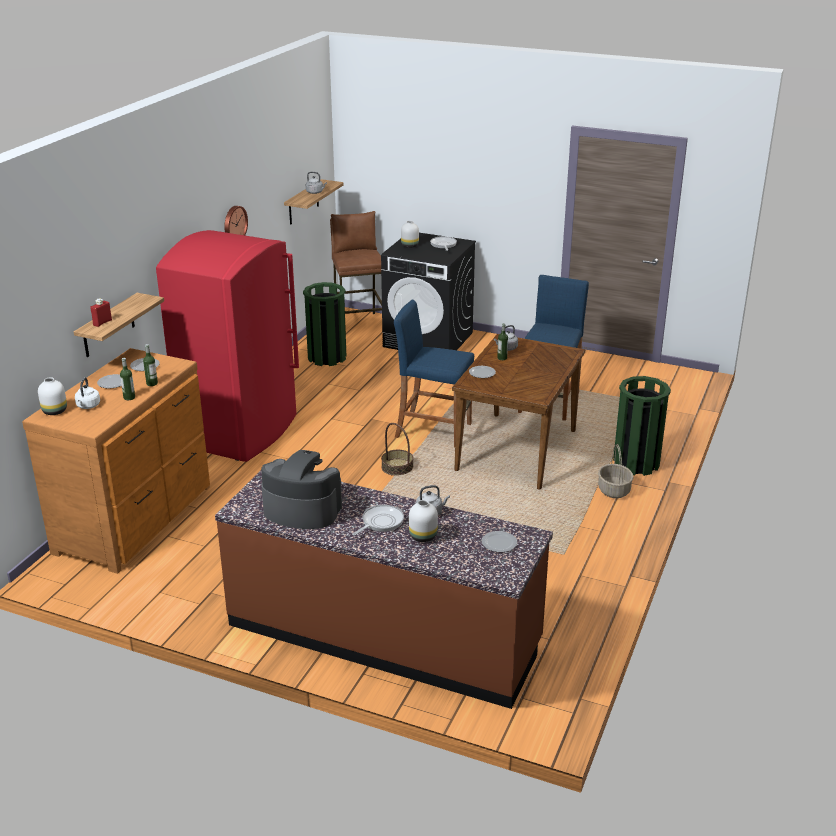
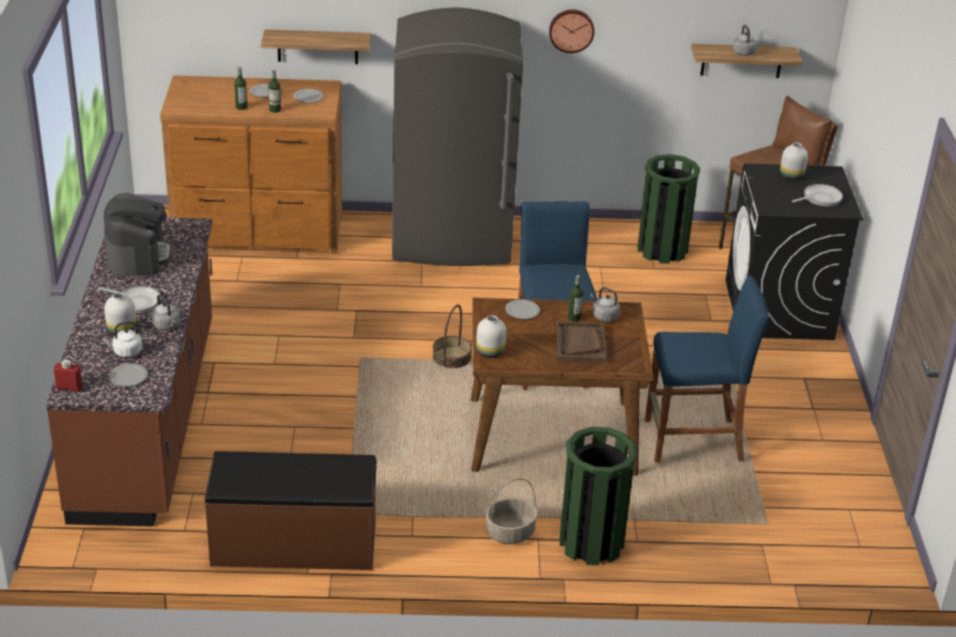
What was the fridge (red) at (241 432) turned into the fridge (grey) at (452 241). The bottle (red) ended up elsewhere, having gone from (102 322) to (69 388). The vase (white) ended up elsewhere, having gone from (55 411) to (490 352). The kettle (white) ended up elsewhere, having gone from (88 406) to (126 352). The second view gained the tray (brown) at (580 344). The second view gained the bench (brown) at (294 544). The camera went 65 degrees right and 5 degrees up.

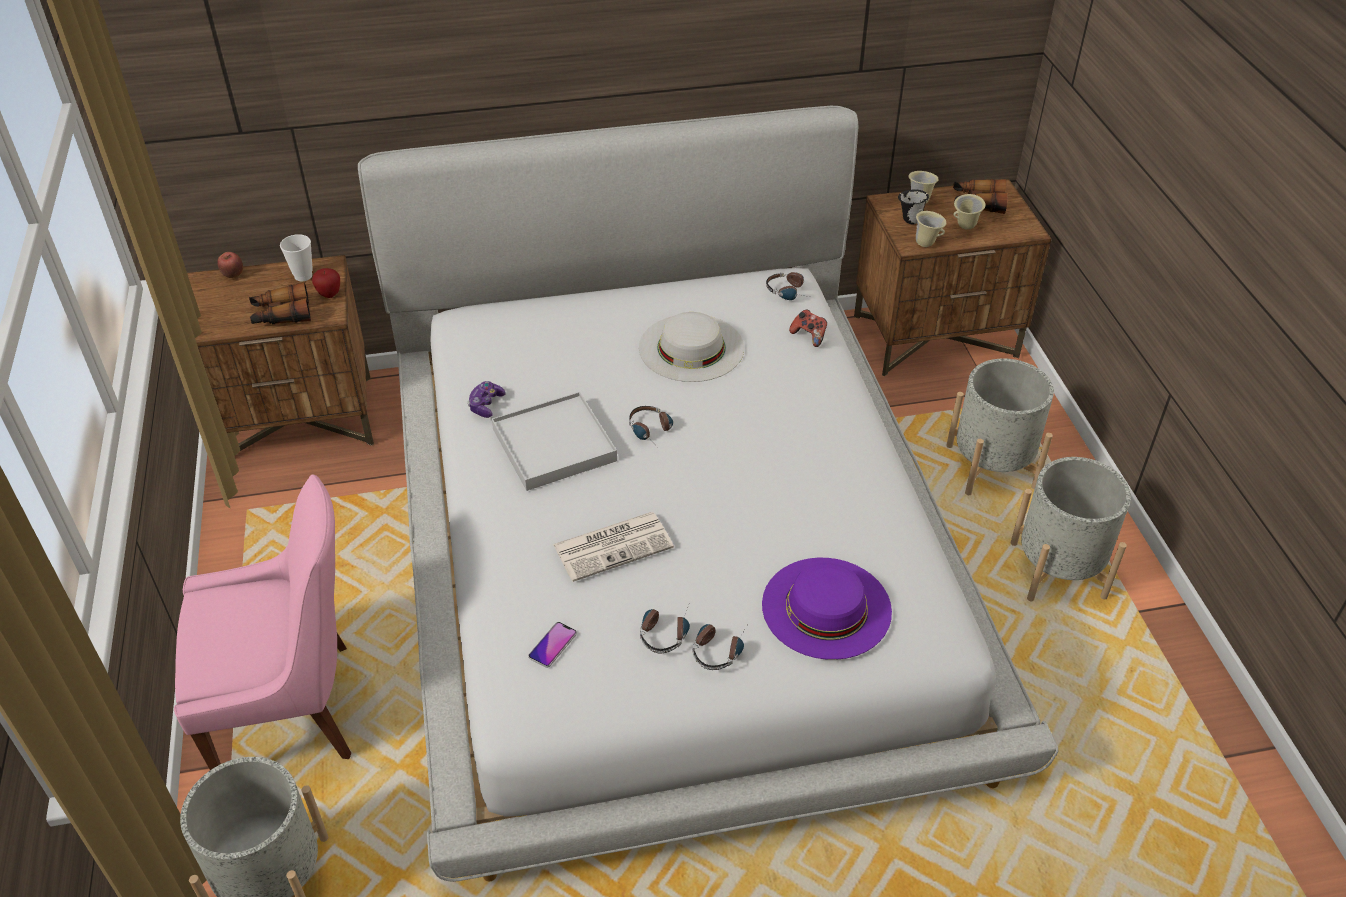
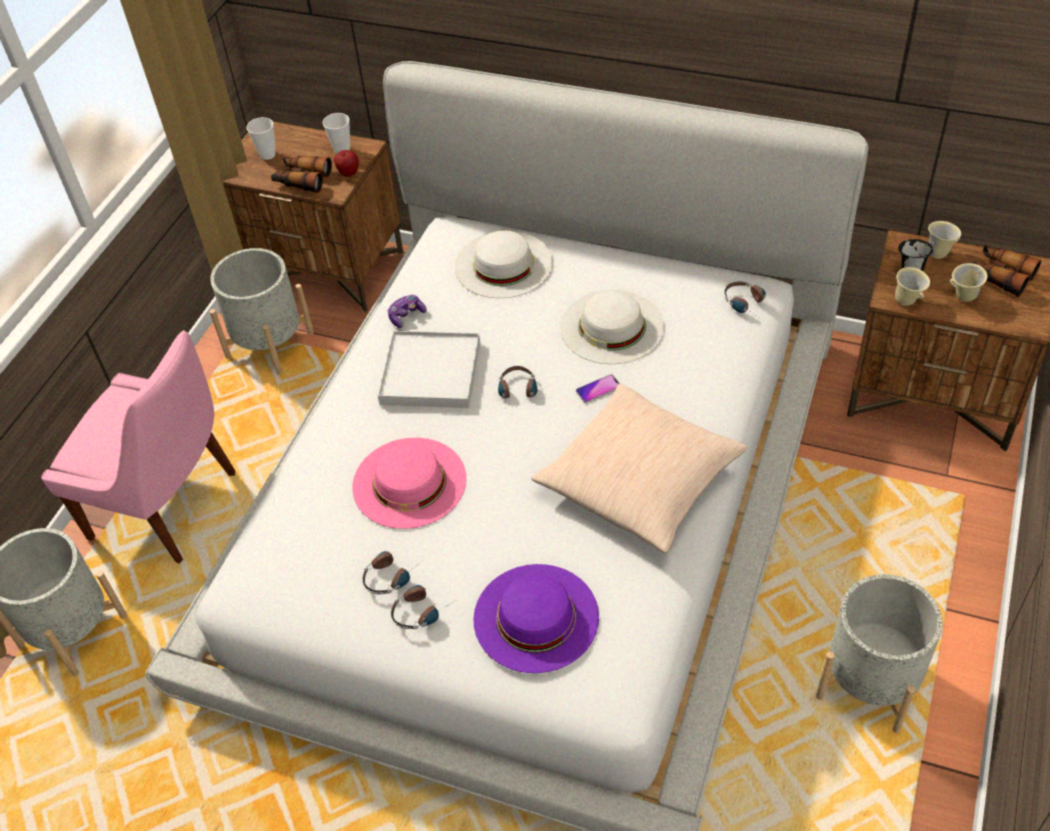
The second view lost the apple at (233 275). The second view lost the game controller at (809 336). The planter (grey) ended up elsewhere, having gone from (990 467) to (270 345). Where the newspaper stood at (614 545), the hat (pink) came to stand at (409 482). The phone ended up elsewhere, having gone from (553 645) to (598 389). The second view gained the cup at (267 154). The second view gained the hat (white) at (503 264). The second view gained the pillow (beige) at (640 480). The camera went 35 degrees right and 5 degrees up.

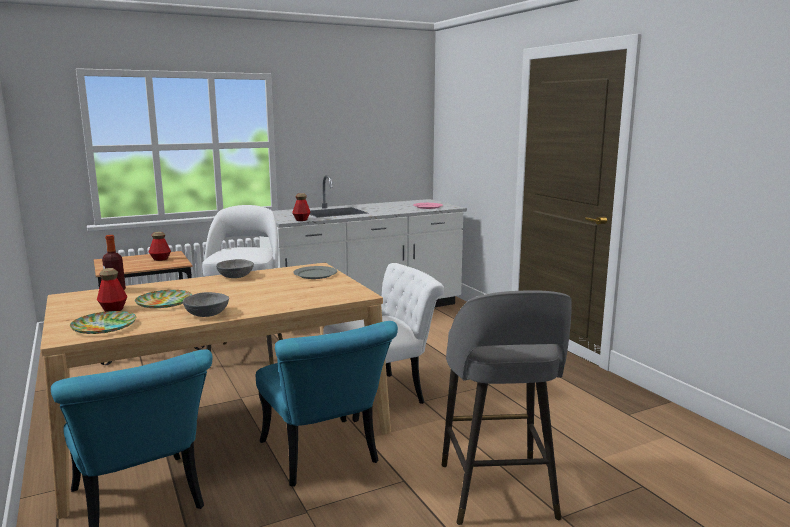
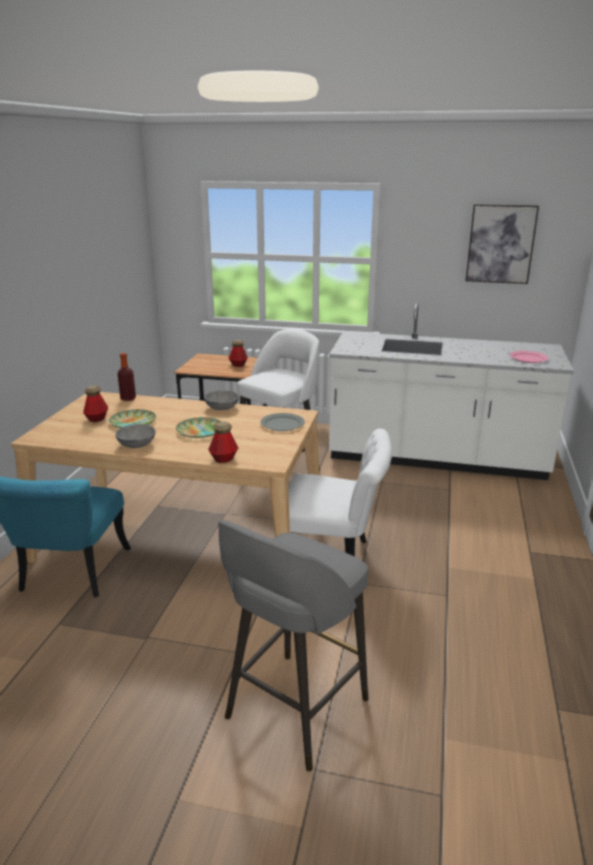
The bottle ended up elsewhere, having gone from (301 220) to (223 459). The plate ended up elsewhere, having gone from (105 326) to (200 431). The second view lost the chair (turquoise) at (324 458). The second view gained the picture at (500 244). The camera went 40 degrees right and 10 degrees up.

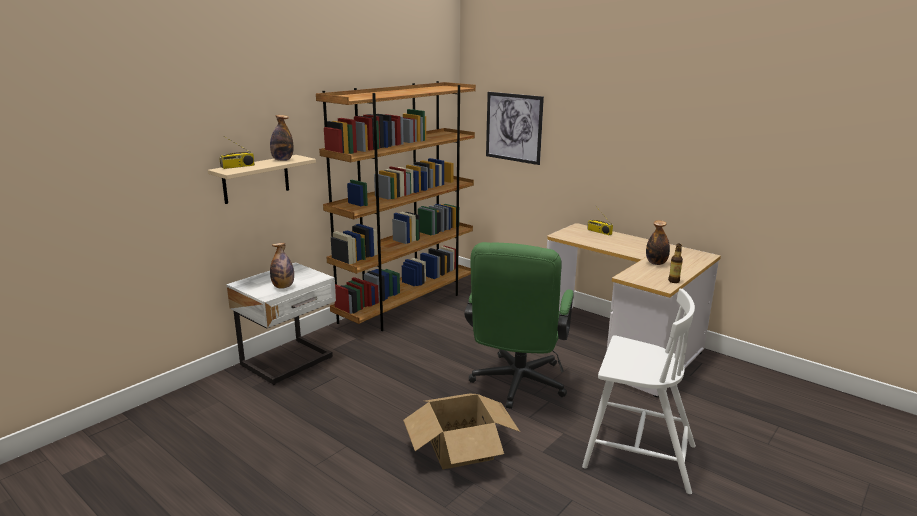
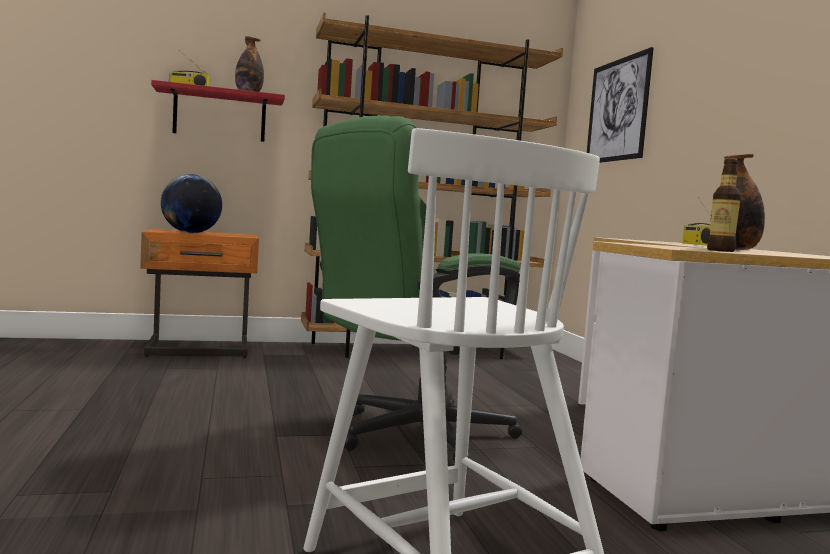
What was the shelf (beige) at (256 179) turned into the shelf (red) at (220 115). Where the bottle stood at (283 287), the globe came to stand at (190 233). What was the nightstand (white) at (289 362) turned into the nightstand (orange) at (199 350). The second view lost the cardboard box at (460 447). The camera went 35 degrees right and 15 degrees down.

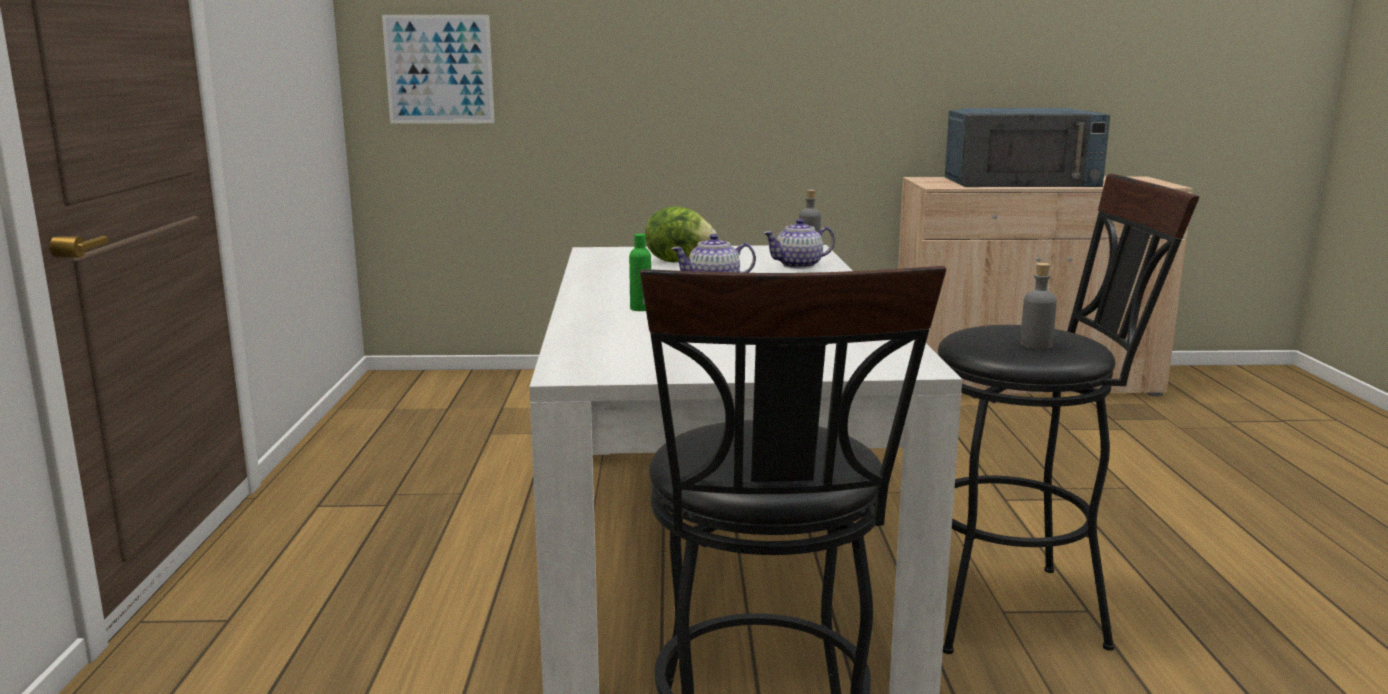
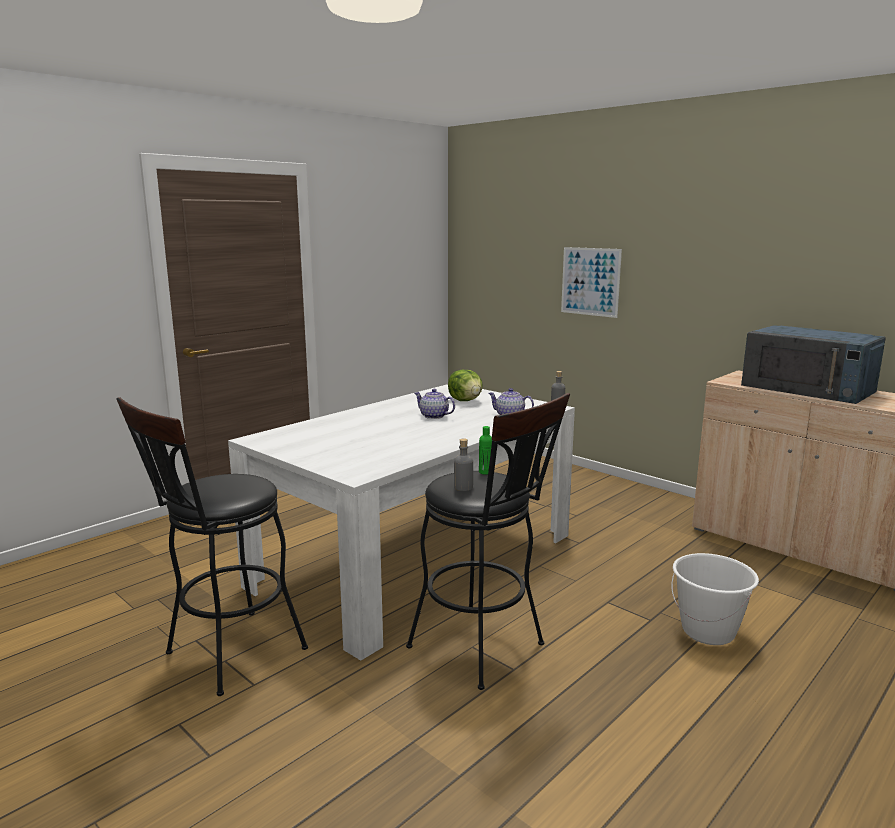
The picture ended up elsewhere, having gone from (439 69) to (590 281). The bottle (green) ended up elsewhere, having gone from (640 309) to (485 472). The second view gained the bucket (white) at (708 631). The camera went 45 degrees right and 0 degrees up.

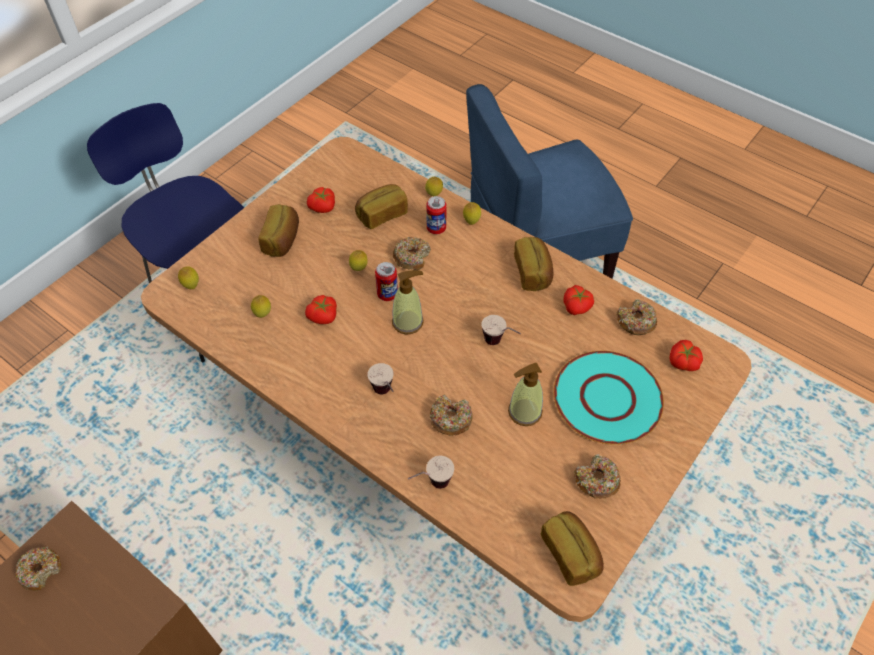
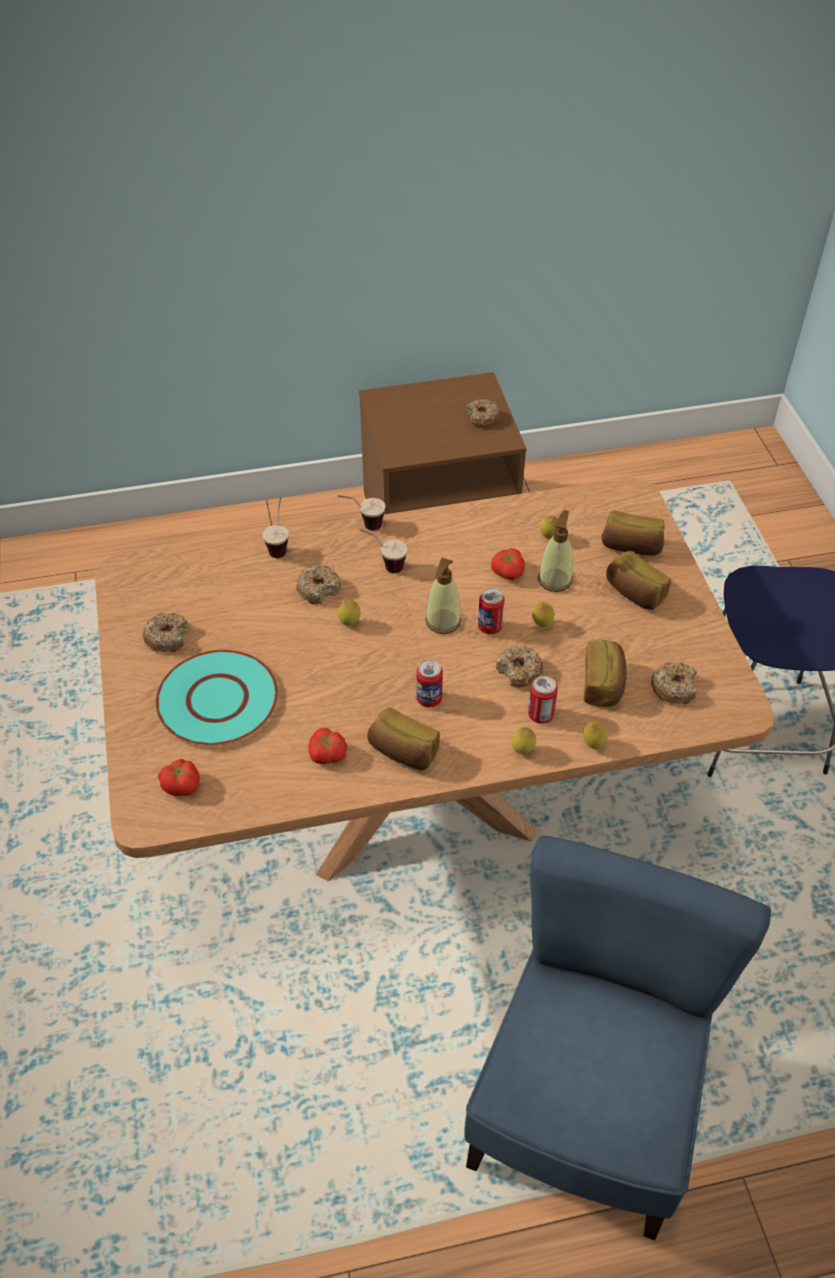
The second view lost the tomato at (323 207). The lemon ended up elsewhere, having gone from (191 286) to (349 623). The donut ended up elsewhere, having gone from (635 322) to (674 688). The cup ended up elsewhere, having gone from (500 344) to (362 525). The soap dispenser ended up elsewhere, having gone from (524 412) to (555 580). The bread ended up elsewhere, having gone from (571 553) to (631 547). The second view gained the can at (429 699). The camera went 130 degrees right and 5 degrees down.

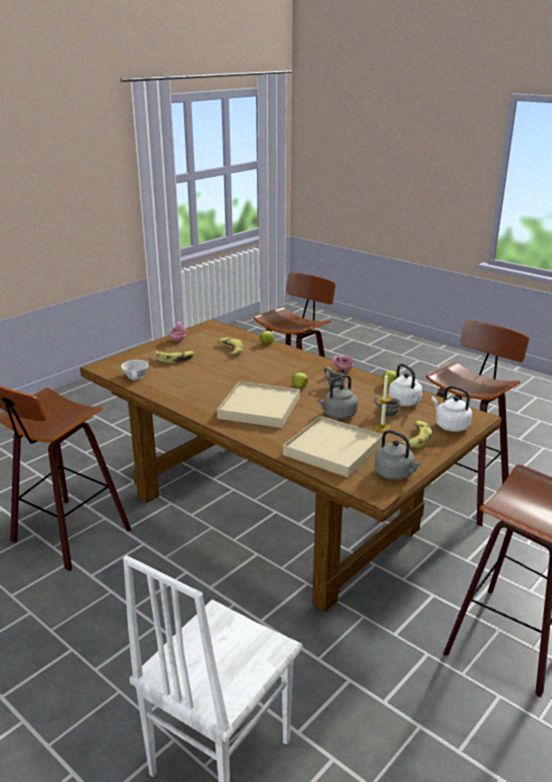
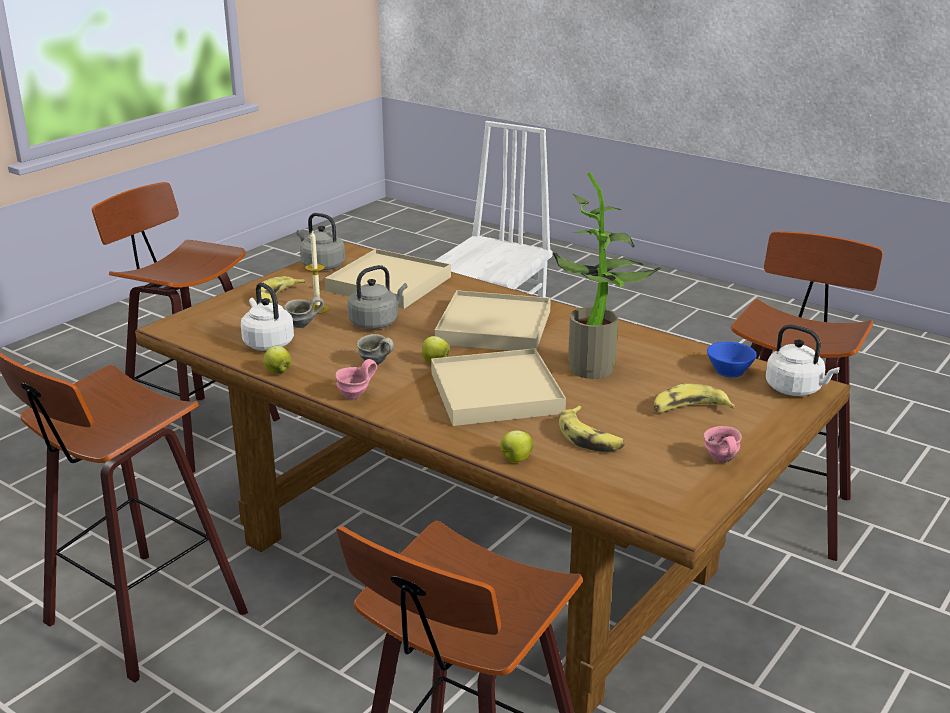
What was the cup (white) at (136 376) turned into the cup (blue) at (727 370). The kettle (white) ended up elsewhere, having gone from (450 425) to (796 389). The second view gained the potted plant at (598 367). The second view gained the tray (beige) at (496 392). The camera went 175 degrees right and 0 degrees up.

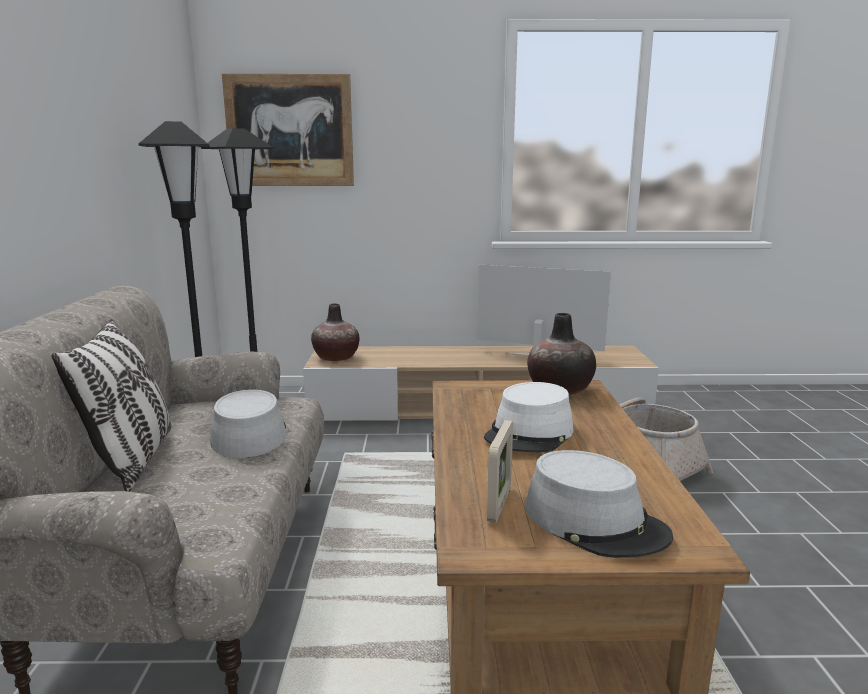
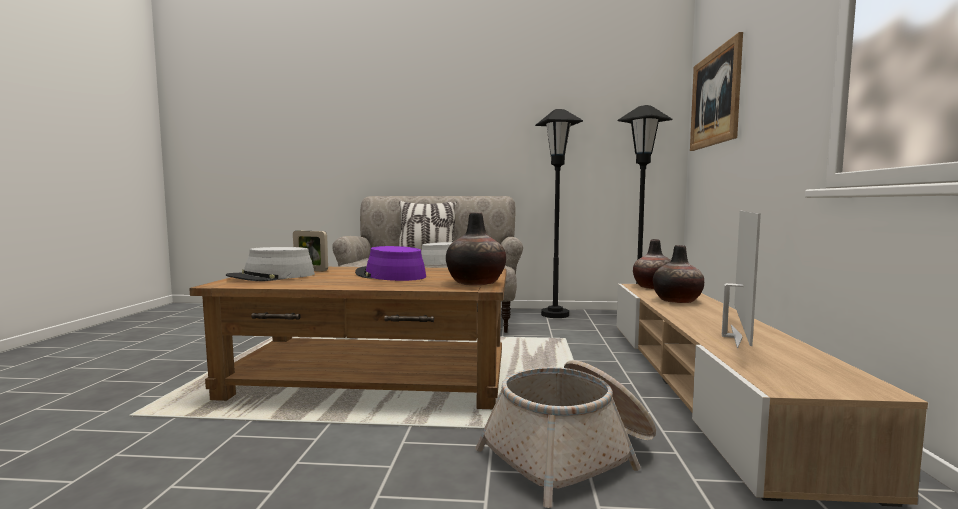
What was the hat (white) at (530 433) turned into the hat (purple) at (390 275). The second view gained the vase at (677 301). The camera went 95 degrees right and 10 degrees down.

